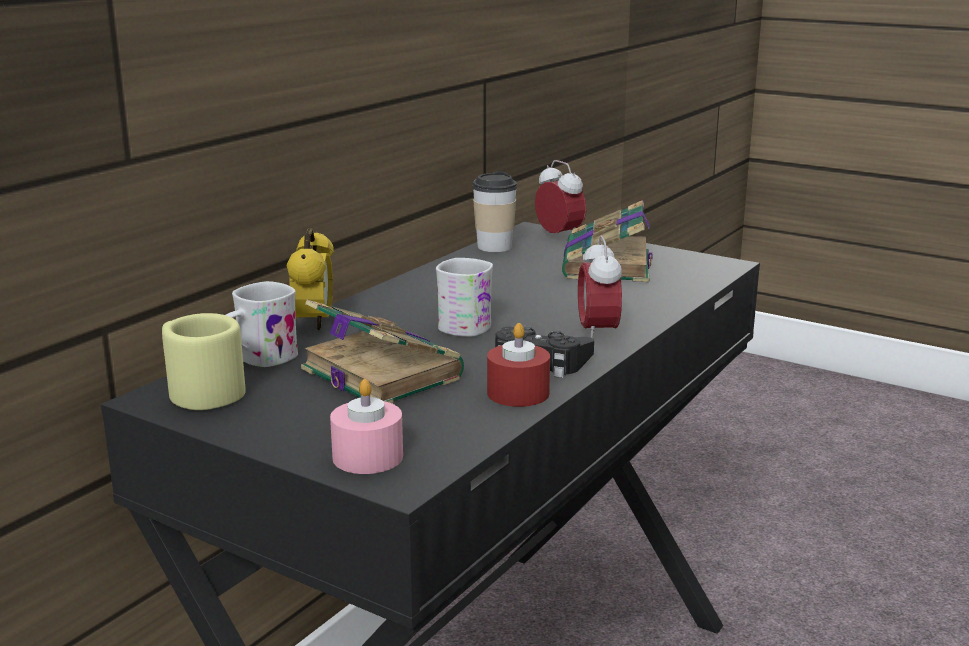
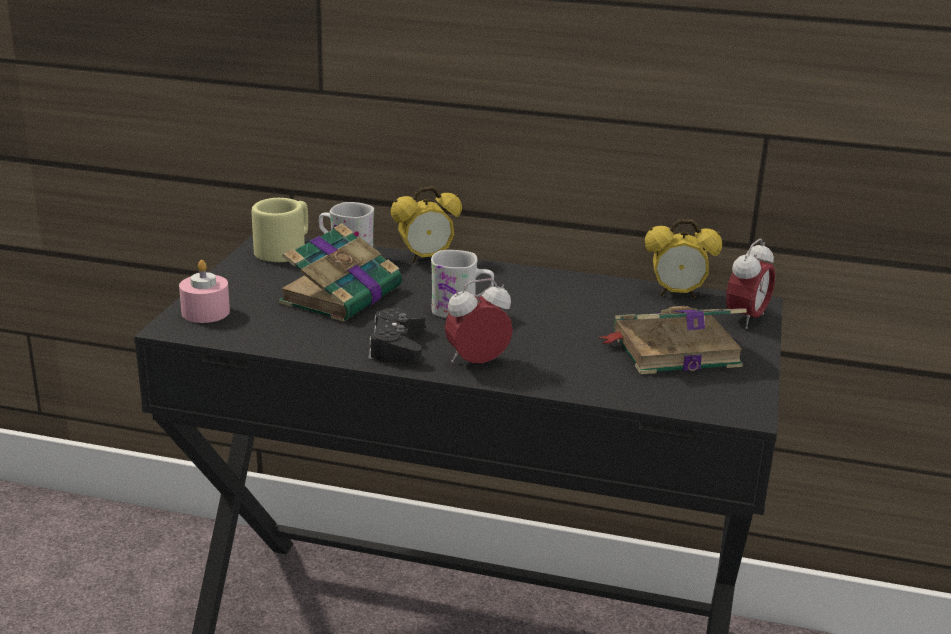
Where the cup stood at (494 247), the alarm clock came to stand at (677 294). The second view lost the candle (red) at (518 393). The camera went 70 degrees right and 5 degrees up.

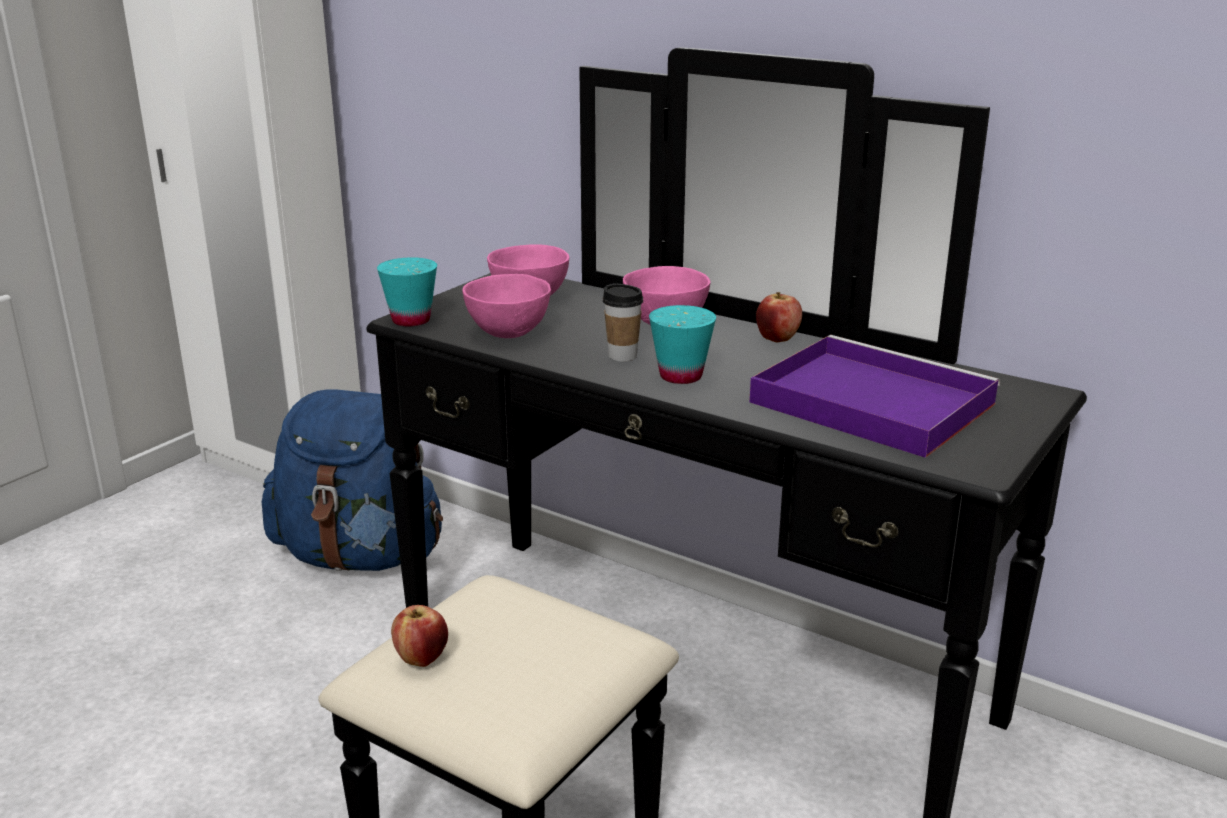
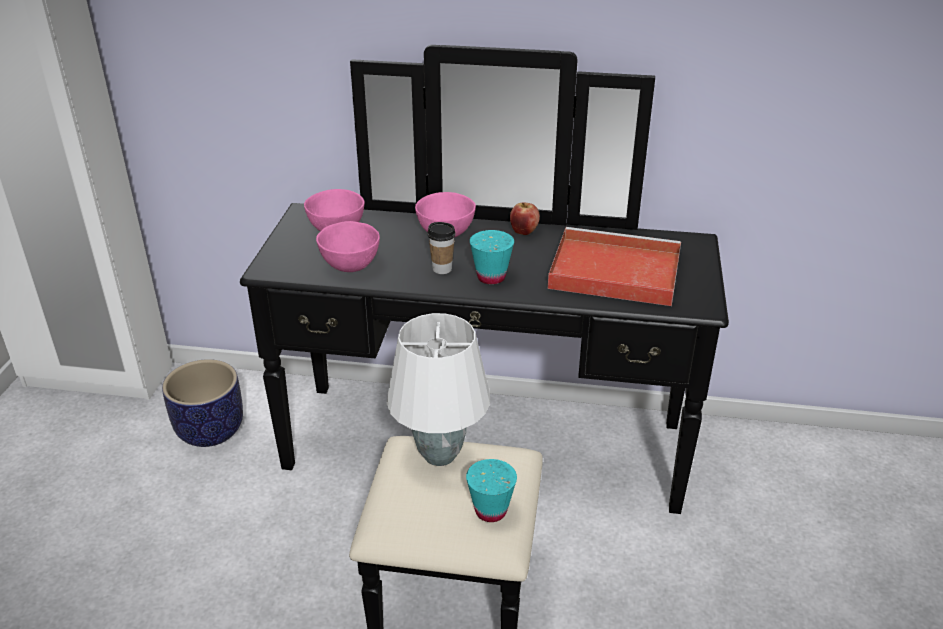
The cup (turquoise) ended up elsewhere, having gone from (411 320) to (490 511). What was the tray (purple) at (867 402) turned into the tray (red) at (612 271). Where the backpack (blue) stood at (360 556), the planter came to stand at (211 430). The second view lost the apple at (421 658). The second view gained the table lamp (white) at (439 456). The camera went 25 degrees left and 10 degrees up.

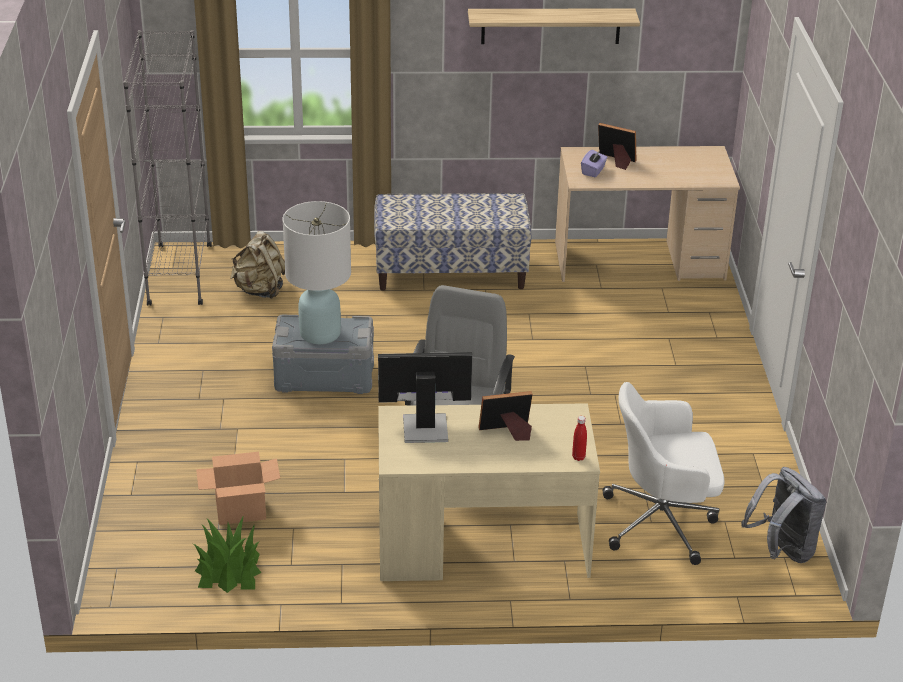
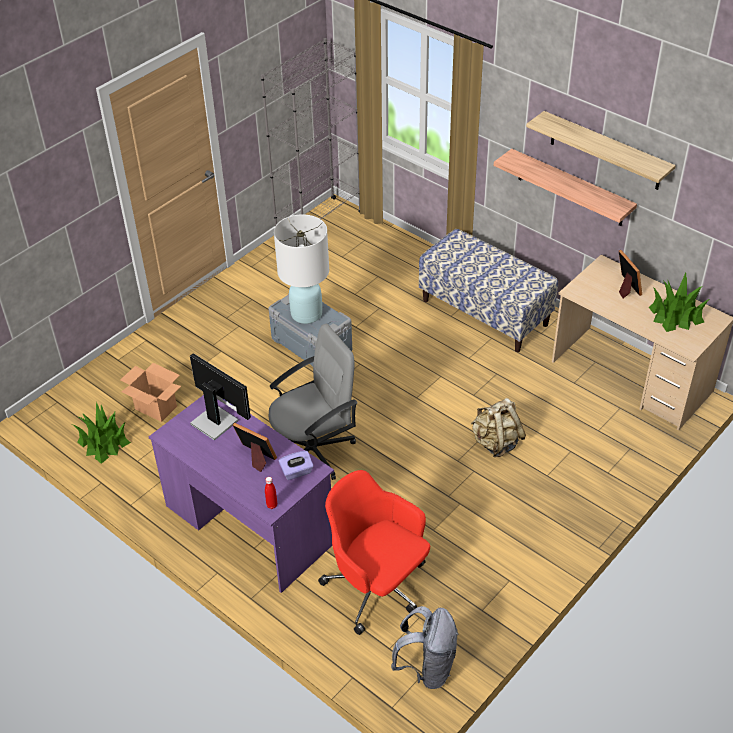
The tissue box (purple) ended up elsewhere, having gone from (593 171) to (297 472). The backpack (beige) ended up elsewhere, having gone from (260 290) to (496 443). What was the office chair (white) at (662 522) turned into the office chair (red) at (377 587). What was the desk (beige) at (482 546) turned into the desk (purple) at (249 524). The second view gained the shelf at (570 188). The second view gained the potted plant at (675 315). The camera went 45 degrees right and 10 degrees up.

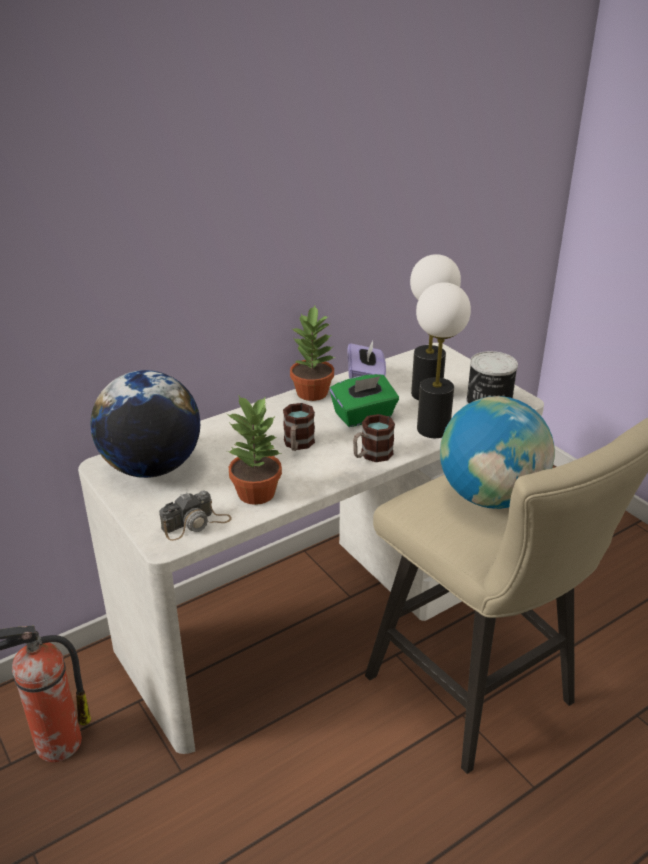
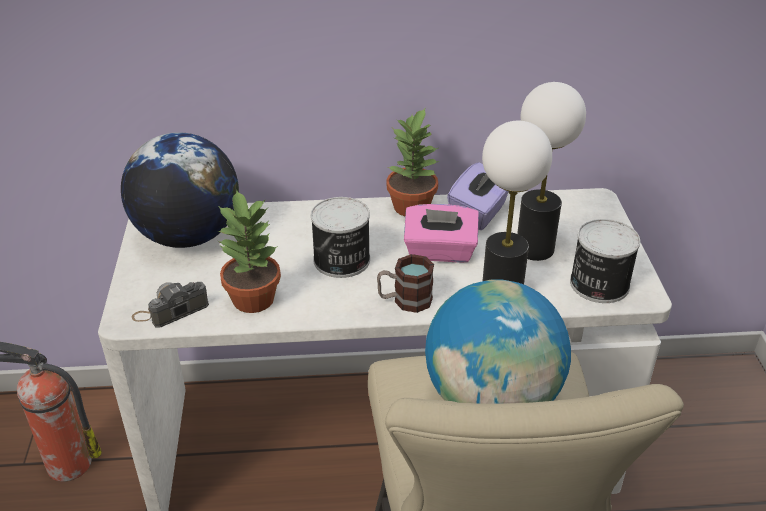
What was the tissue box (green) at (364 416) turned into the tissue box (pink) at (440 252). Where the mug stood at (297 445), the can came to stand at (342 261). The photo camera at (196 524) ended up facing another way, 150 degrees clockwise from before. The camera went 30 degrees right and 5 degrees up.

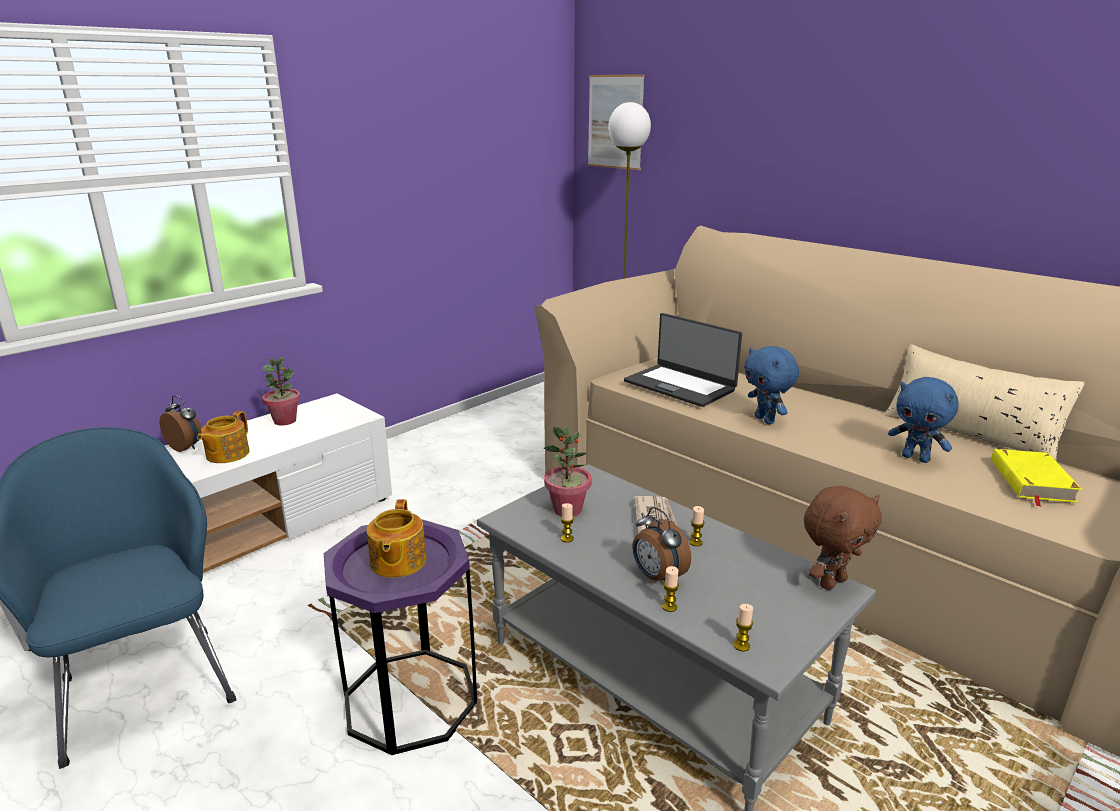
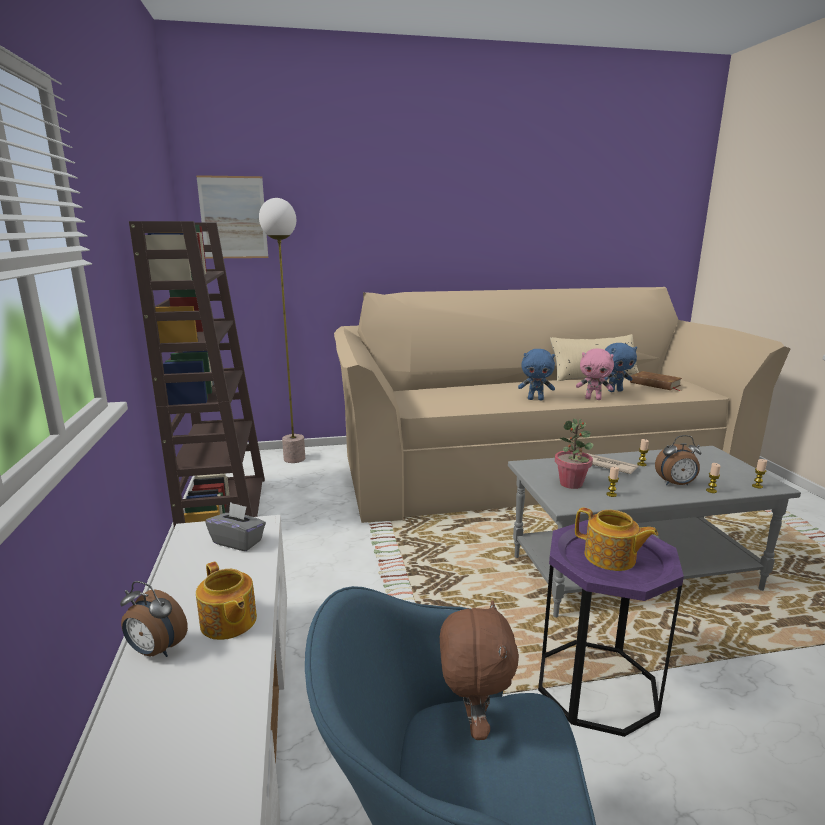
The second view lost the laptop at (680 385). The second view lost the potted plant at (285 421). The alarm clock at (186 447) ended up facing another way, 135 degrees counterclockwise from before. What was the book (yellow) at (1031 481) turned into the book (brown) at (655 384). The plush toy (brown) ended up elsewhere, having gone from (831 582) to (473 723). The second view gained the bookcase (brown) at (224 509). The second view gained the plush toy (pink) at (593 398). The second view gained the tissue box (grey) at (238 541). The camera went 55 degrees left and 5 degrees down.

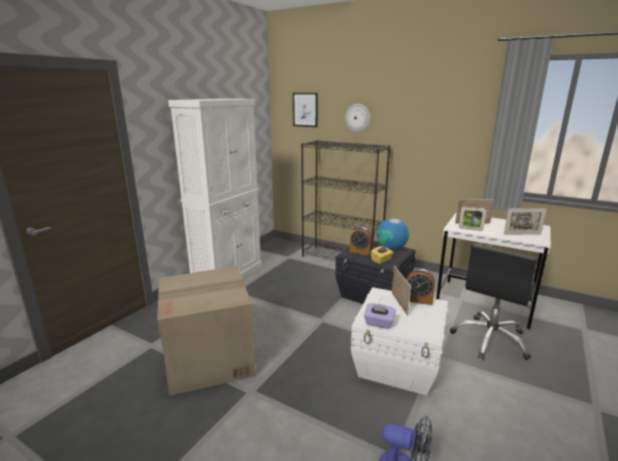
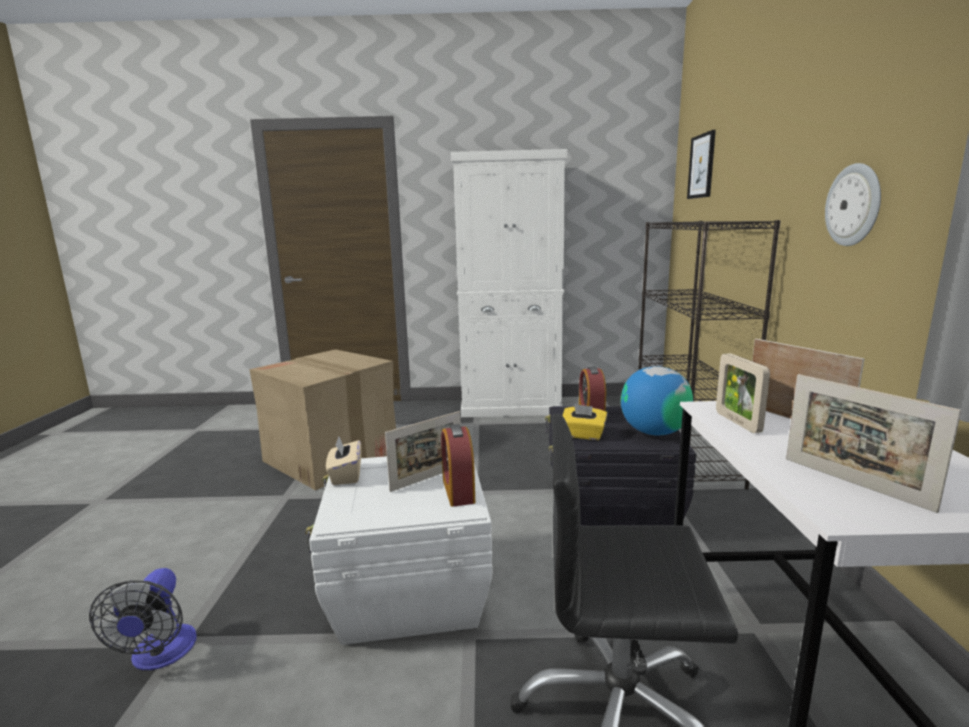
The wall clock ended up elsewhere, having gone from (357 118) to (854 205). What was the tissue box (purple) at (378 323) turned into the tissue box (beige) at (345 475). The camera went 60 degrees right and 5 degrees down.

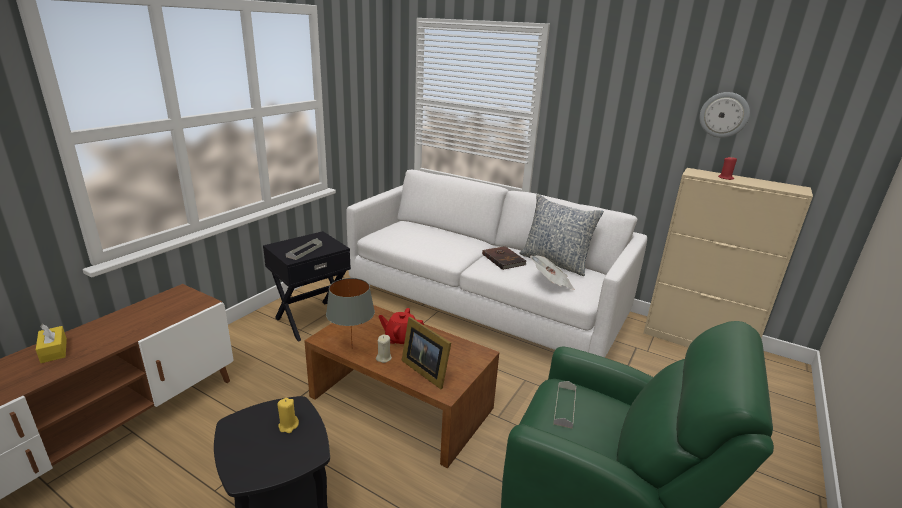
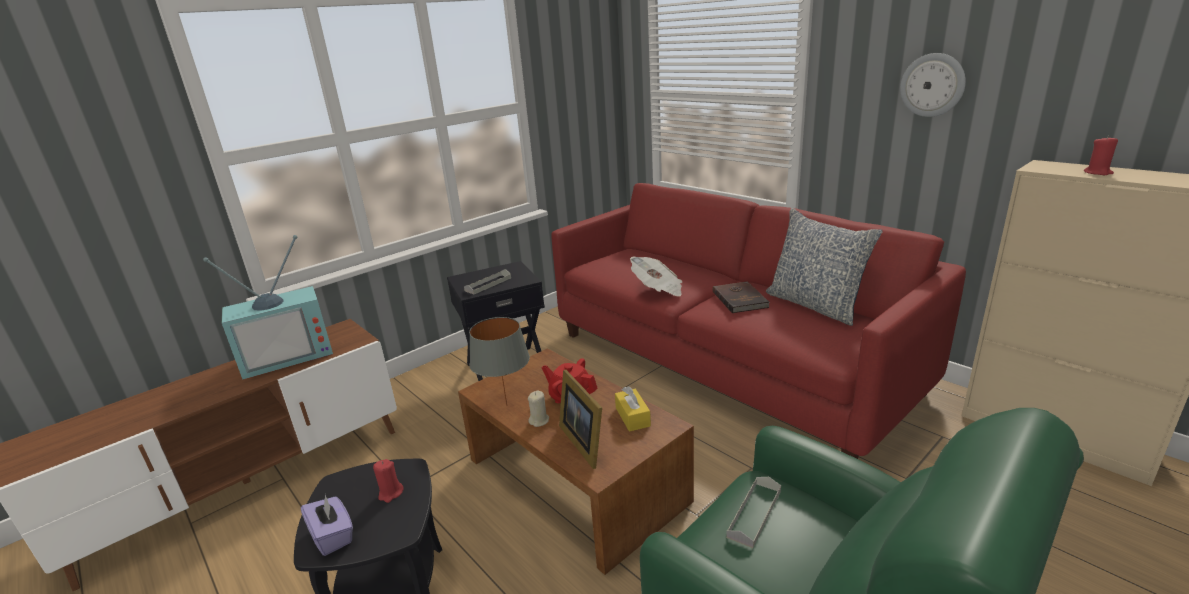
The wall clock ended up elsewhere, having gone from (724 115) to (932 85). What was the sofa (white) at (484 305) turned into the sofa (red) at (726 361). The newspaper ended up elsewhere, having gone from (551 283) to (658 289). The tissue box (yellow) ended up elsewhere, having gone from (54 350) to (632 417). What was the candle (yellow) at (288 426) turned into the candle (red) at (390 493). The second view gained the television at (288 355). The second view gained the tissue box (purple) at (333 536). The camera went 20 degrees right and 0 degrees up.

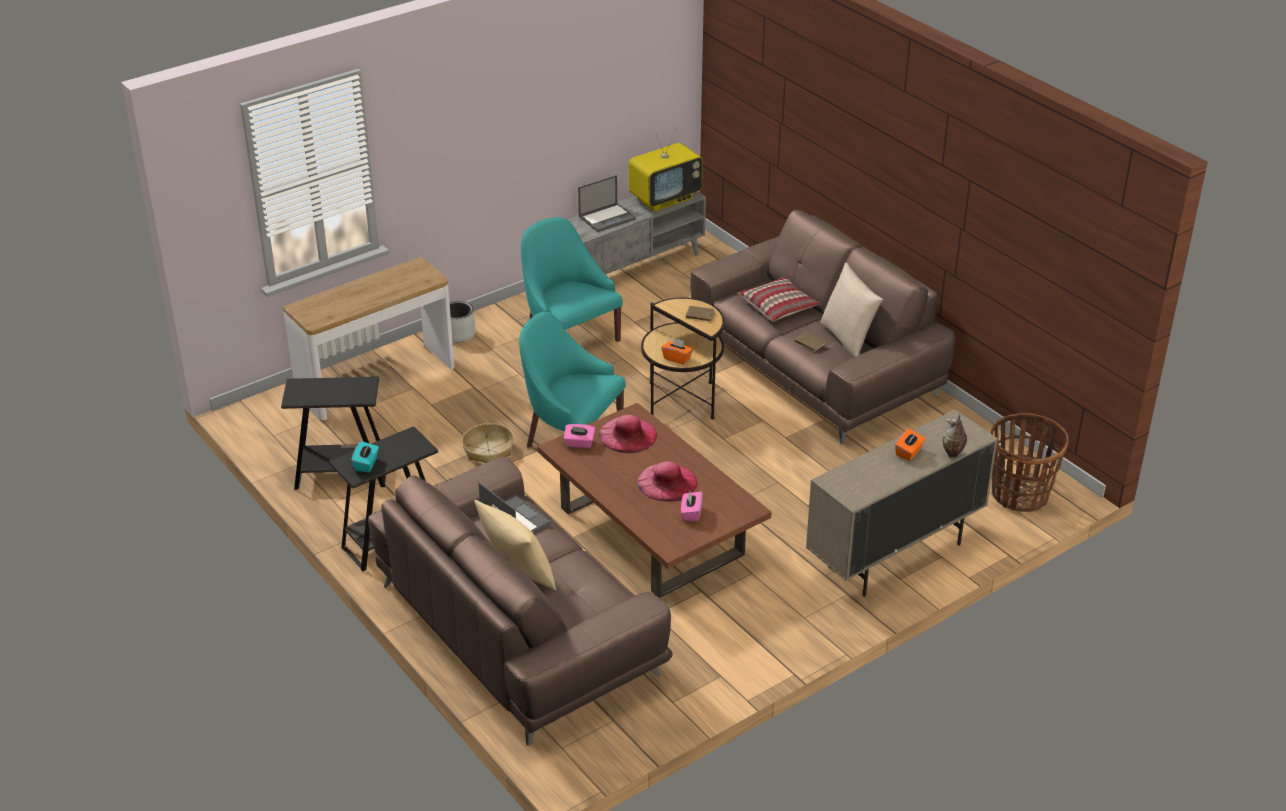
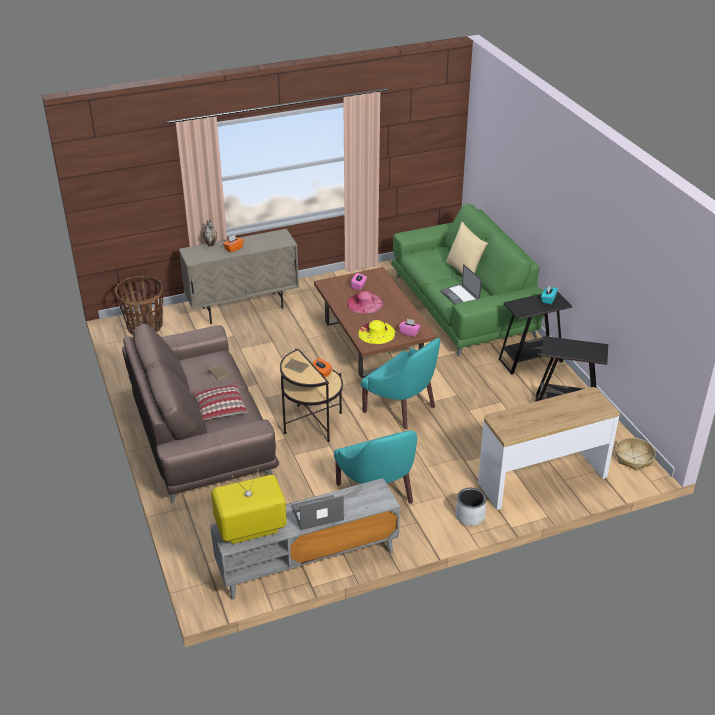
The second view lost the pillow (beige) at (848 339). What was the hat (pink) at (627 435) turned into the hat (yellow) at (377 333). The basket ended up elsewhere, having gone from (488 450) to (633 458). What was the sofa (brown) at (518 629) turned into the sofa (green) at (463 307). The camera went 165 degrees left and 0 degrees up.

